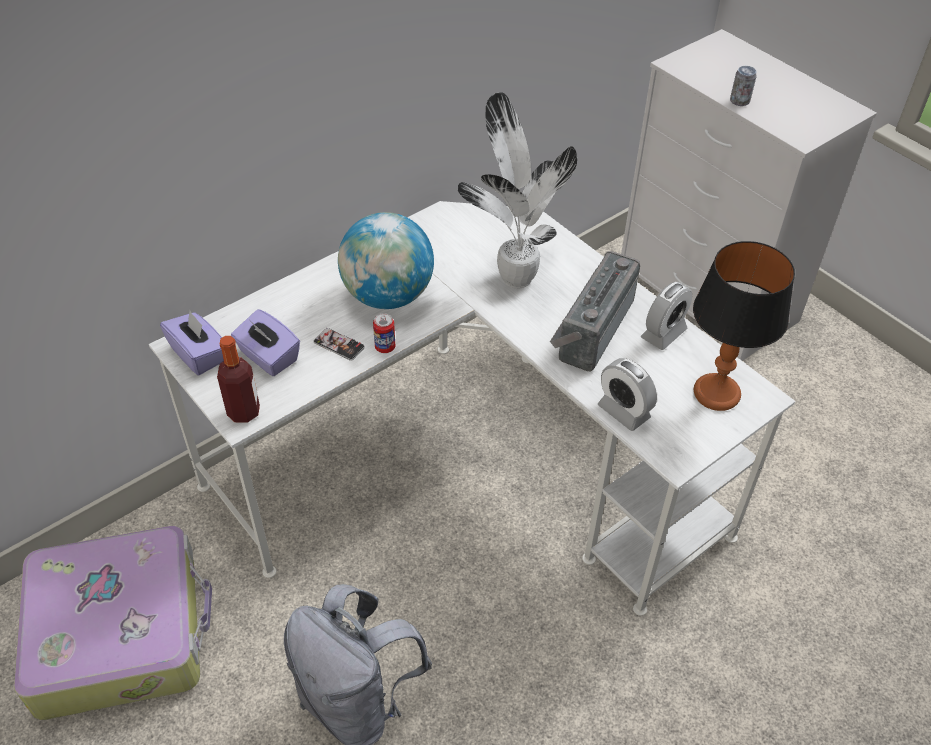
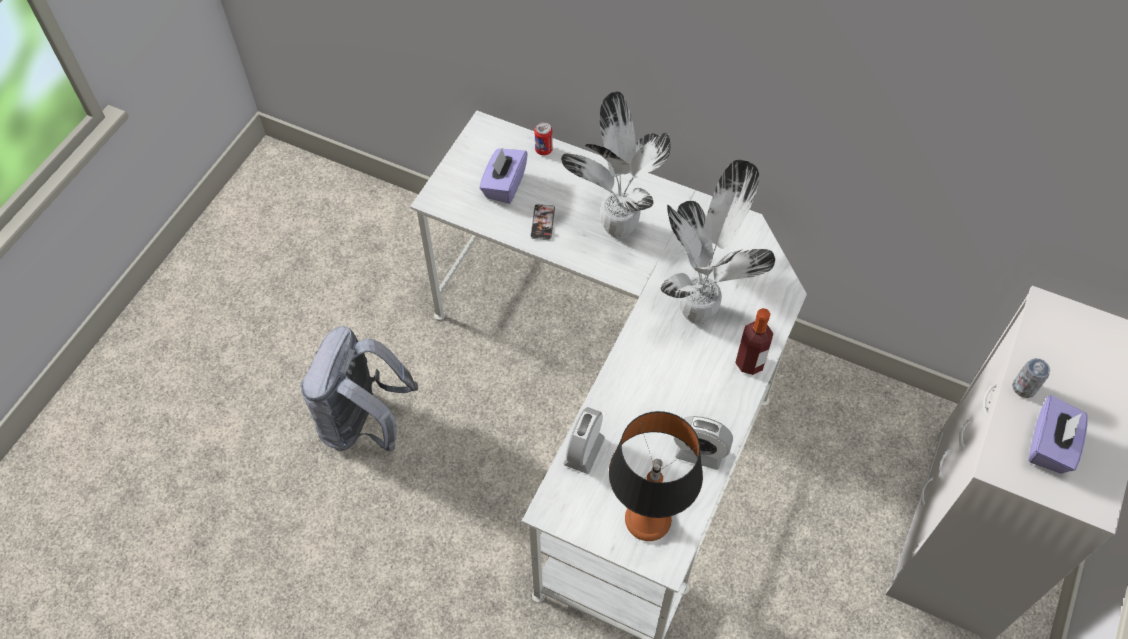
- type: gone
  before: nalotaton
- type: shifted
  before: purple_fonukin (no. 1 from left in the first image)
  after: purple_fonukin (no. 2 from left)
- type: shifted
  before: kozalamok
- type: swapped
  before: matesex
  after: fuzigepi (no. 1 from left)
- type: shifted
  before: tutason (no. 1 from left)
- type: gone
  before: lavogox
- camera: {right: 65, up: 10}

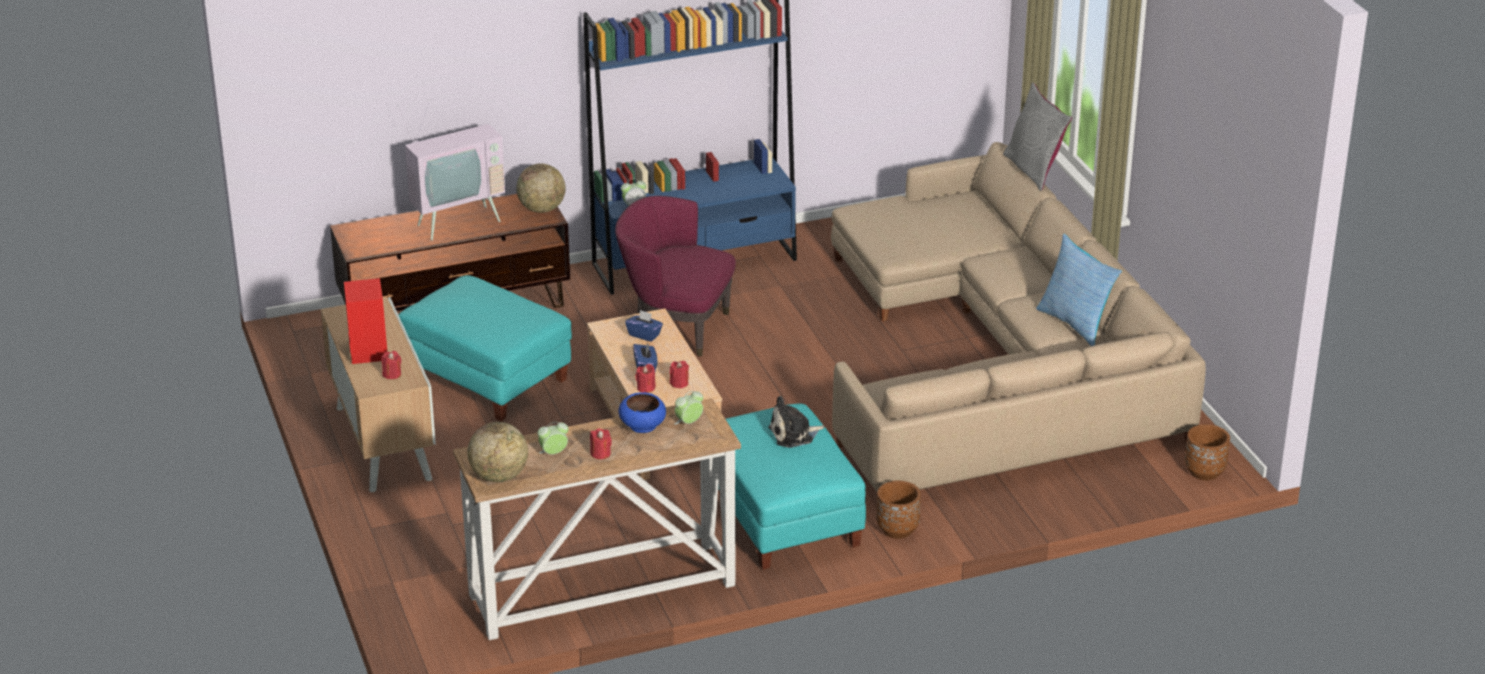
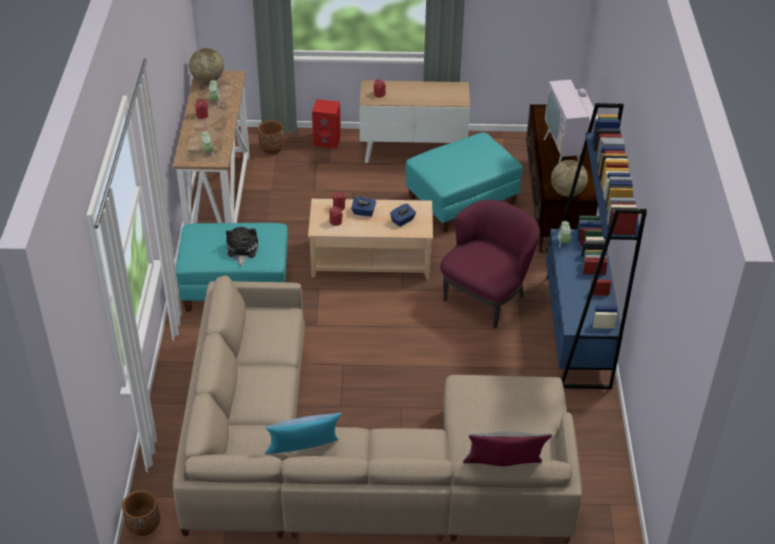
- type: shifted
  before: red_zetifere
- type: gone
  before: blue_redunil
- type: shifted
  before: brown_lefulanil (no. 1 from left in the first image)
  after: brown_lefulanil (no. 2 from left)
- camera: {right: 110, up: 10}

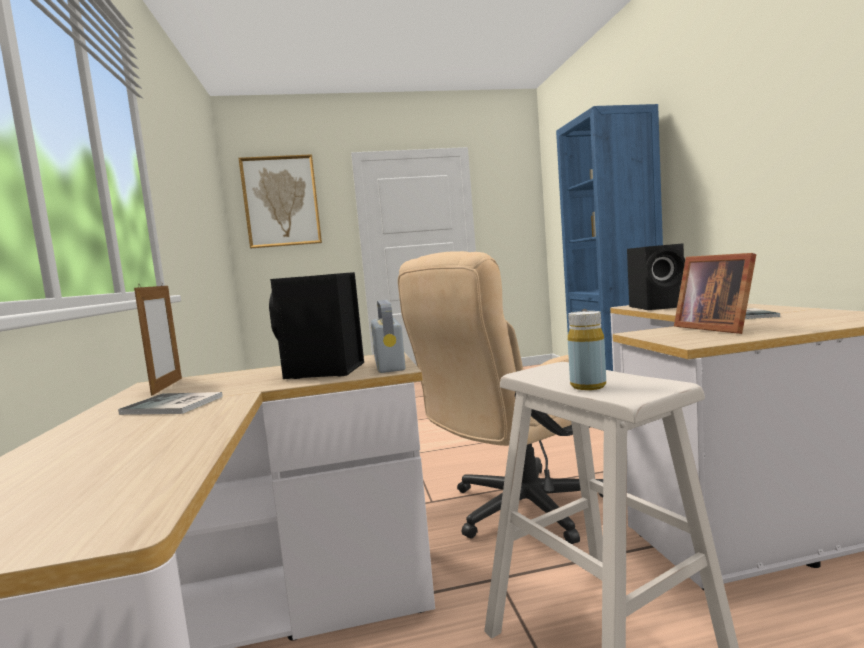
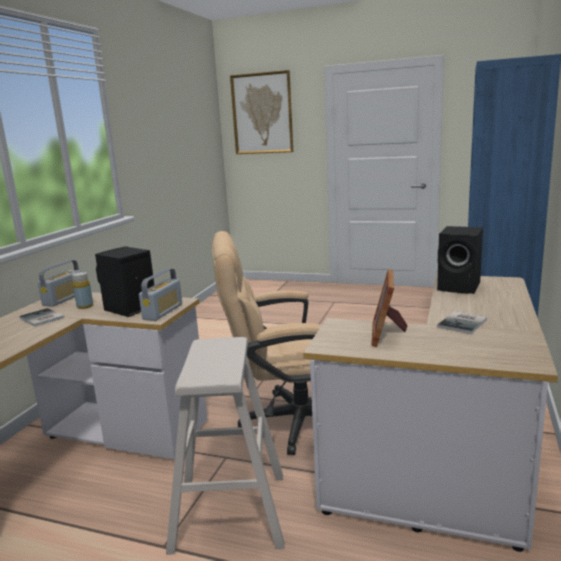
- type: swapped
  before: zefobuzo (no. 1 from left)
  after: lavogox (no. 1 from left)
- type: shifted
  before: yellow_kozalamok
- camera: {right: 30, up: 10}

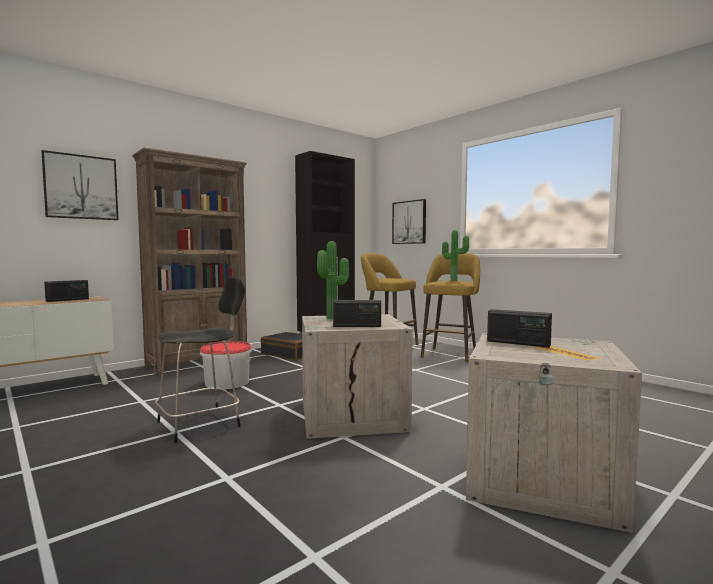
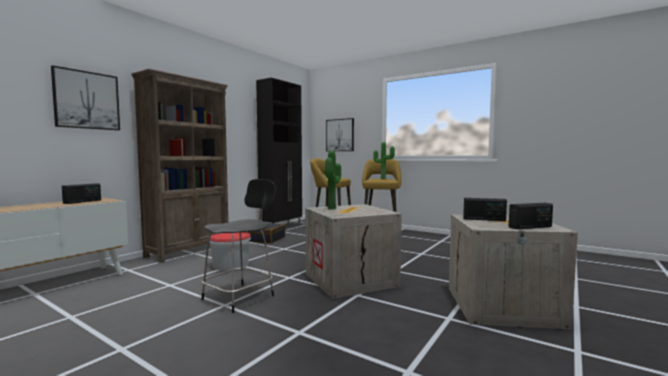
- type: shifted
  before: lavogox (no. 2 from left in the first image)
  after: lavogox (no. 3 from left)
- camera: {right: -15, up: 0}

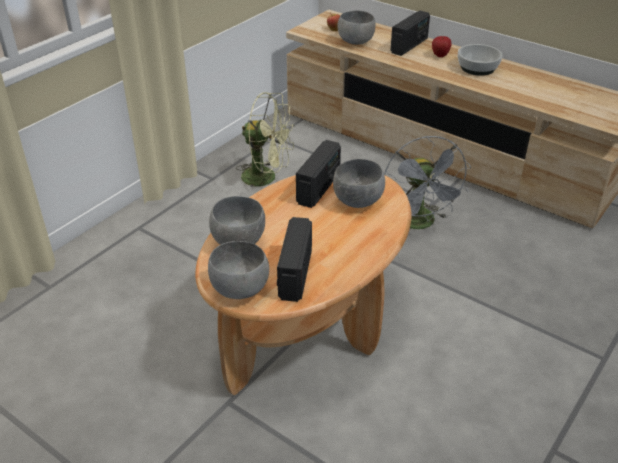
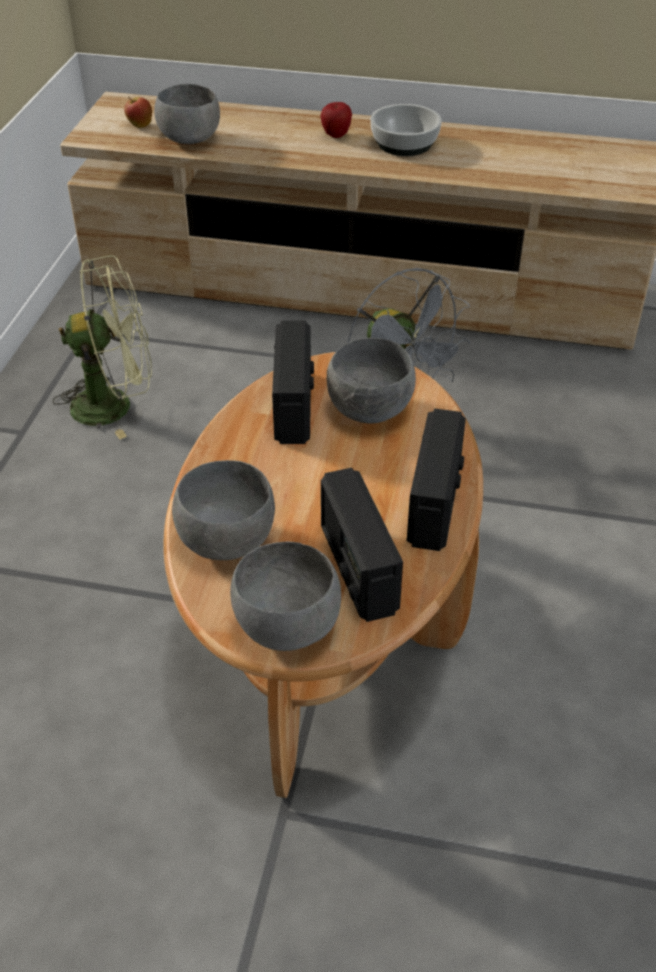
- type: shifted
  before: lavogox (no. 3 from left)
- camera: {right: -25, up: 5}

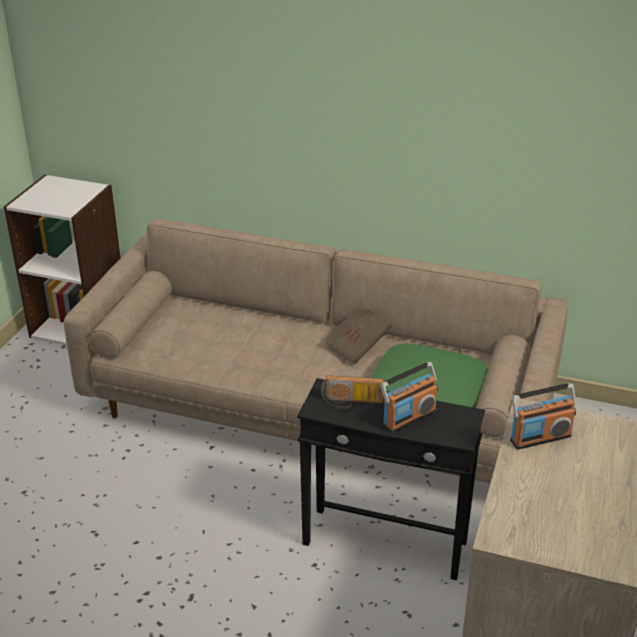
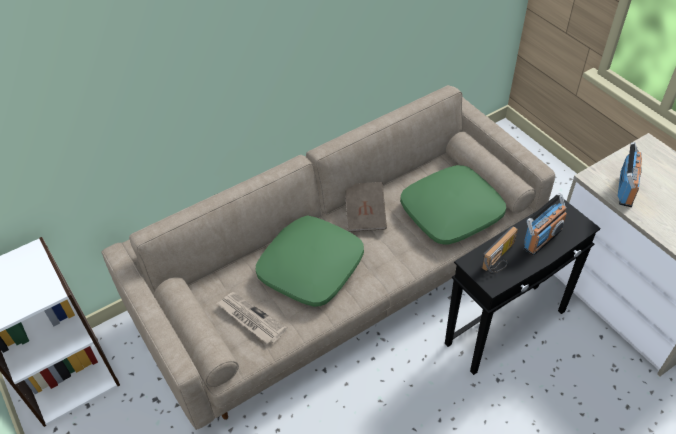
- type: rotated
  before: lavogox (no. 2 from left)
  turn: 45
- type: new
  after: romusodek
- type: new
  after: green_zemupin (no. 1 from left)
- camera: {right: -50, up: 15}

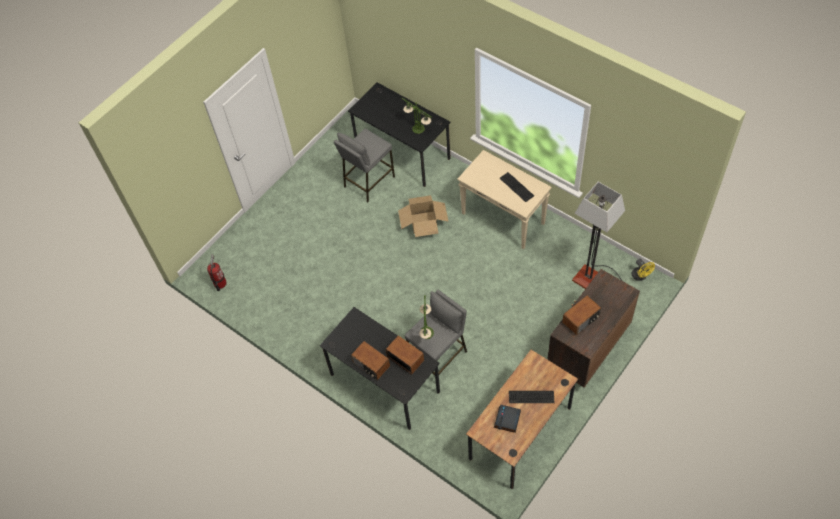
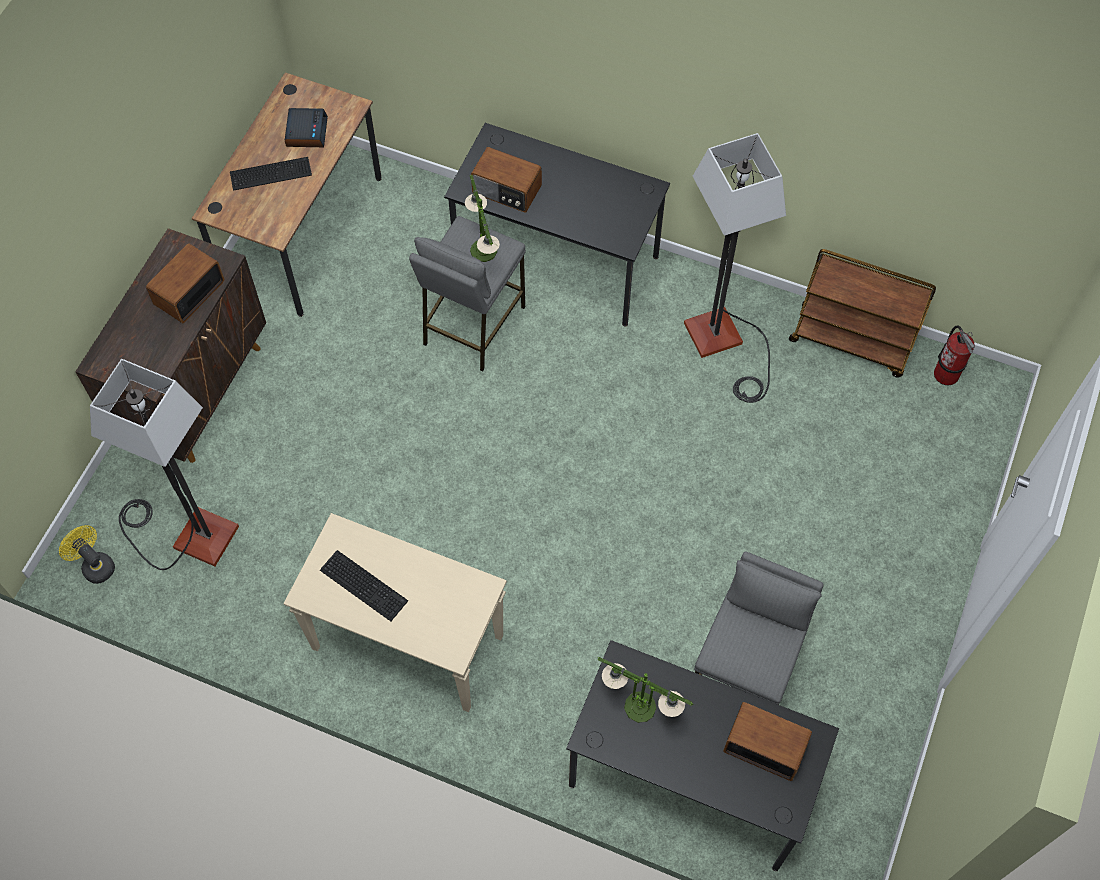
- type: shifted
  before: lavogox (no. 1 from left in the first image)
  after: lavogox (no. 3 from left)
- type: gone
  before: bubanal
- type: new
  after: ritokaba (no. 2 from left)
- type: new
  after: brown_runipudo
- camera: {right: 160, up: 5}

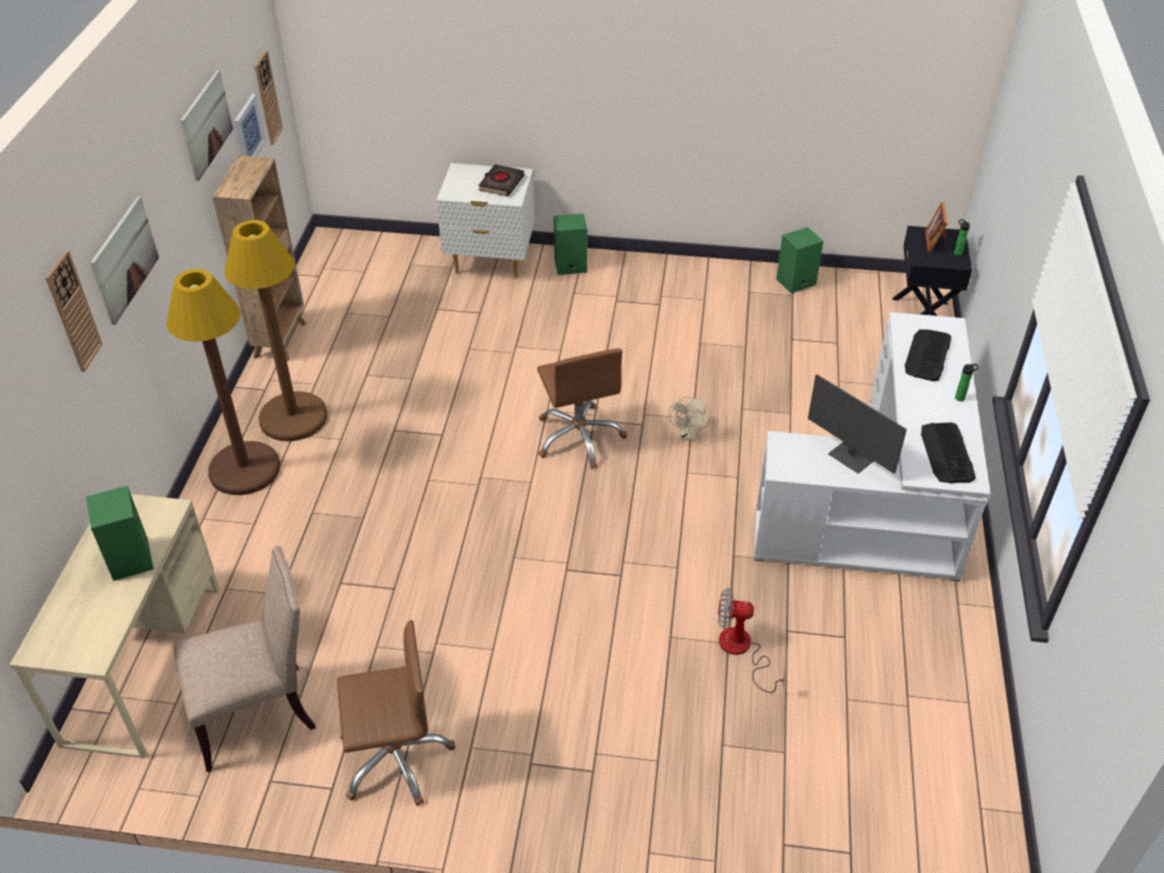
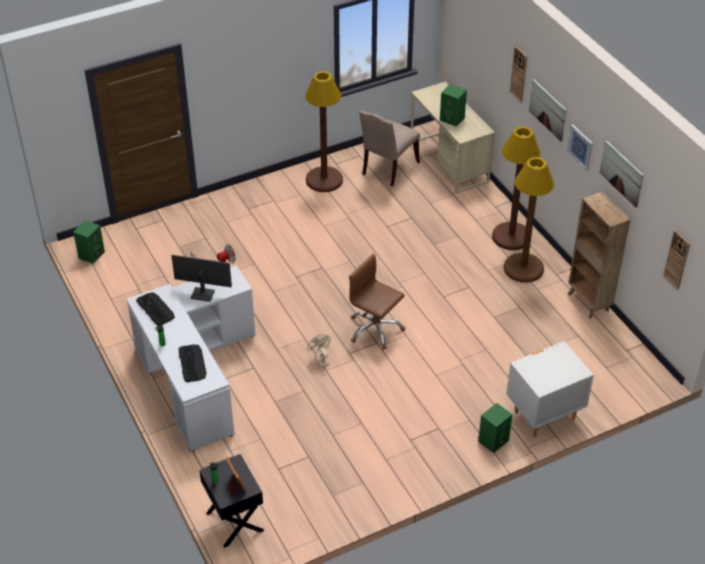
- type: shifted
  before: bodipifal (no. 3 from left in the first image)
  after: bodipifal (no. 2 from left)
- type: swapped
  before: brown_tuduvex (no. 1 from left)
  after: brown_ritokaba (no. 1 from left)
- type: gone
  before: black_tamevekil
- type: shifted
  before: green_zetifere (no. 3 from left in the first image)
  after: green_zetifere (no. 1 from left)
- camera: {right: 145, up: 0}

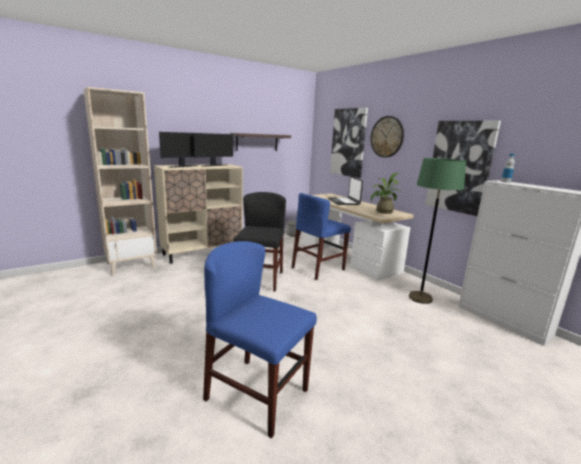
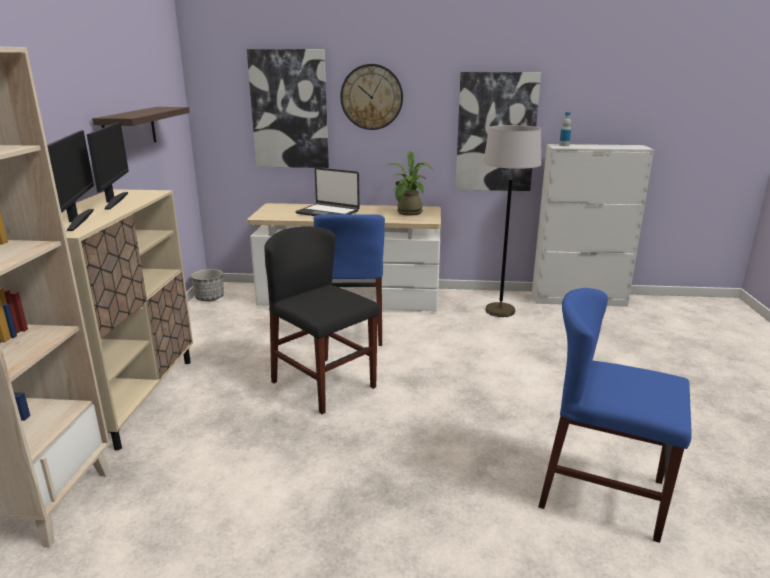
- type: rotated
  before: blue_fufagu (no. 1 from left in the first image)
  turn: 45
- type: repainted
  before: green_ritokaba
  after: grey_ritokaba
- camera: {right: -50, up: 5}

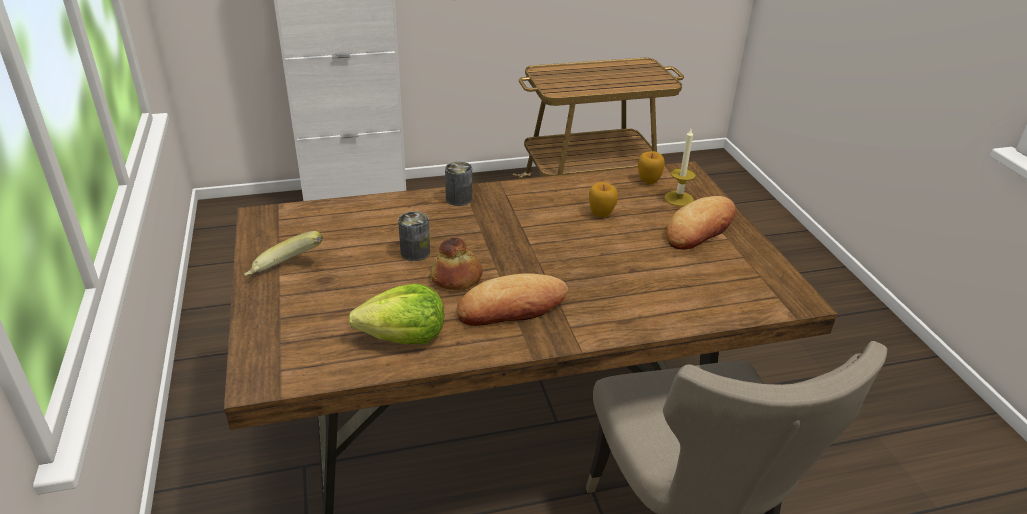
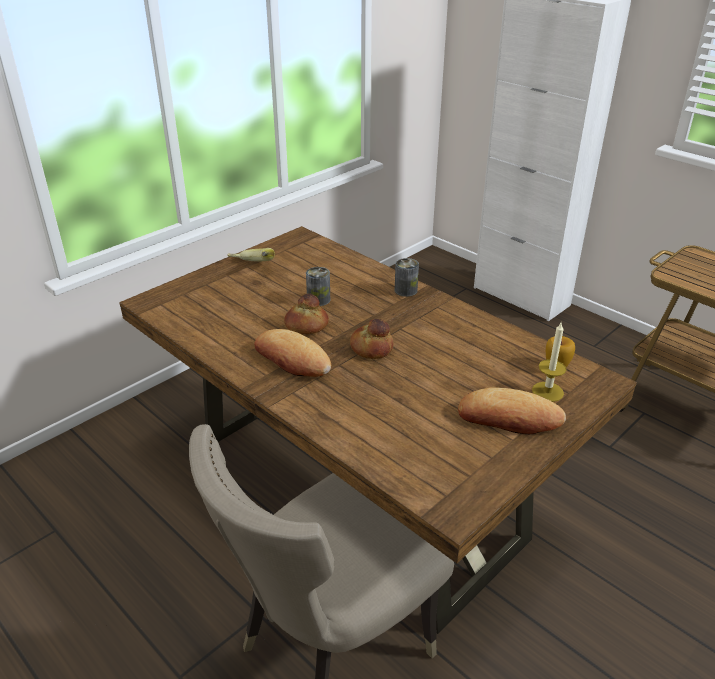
- type: gone
  before: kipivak
- type: gone
  before: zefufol (no. 1 from left)
- type: new
  after: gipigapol (no. 3 from left)
- camera: {right: 60, up: 0}

